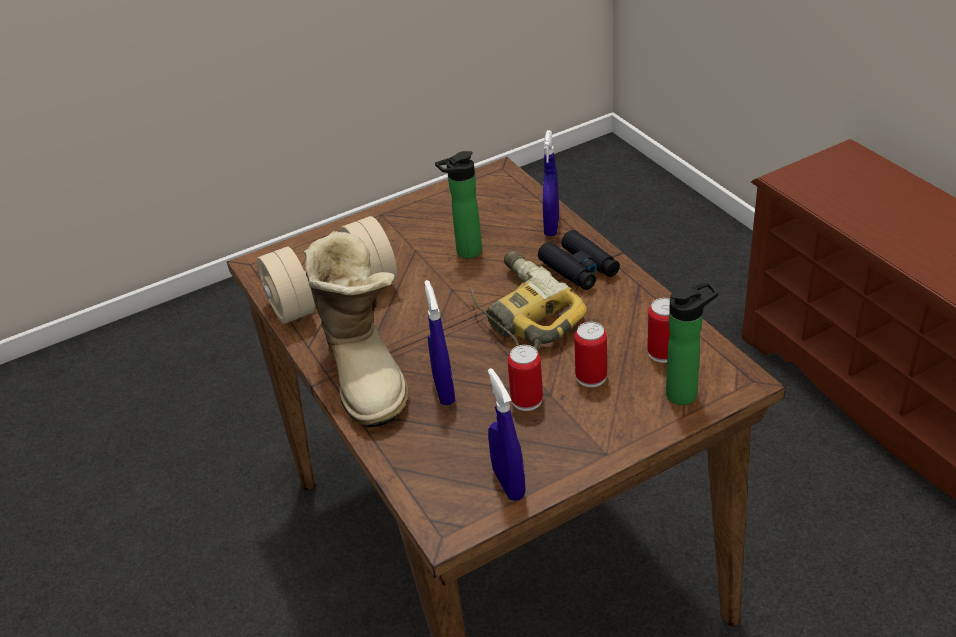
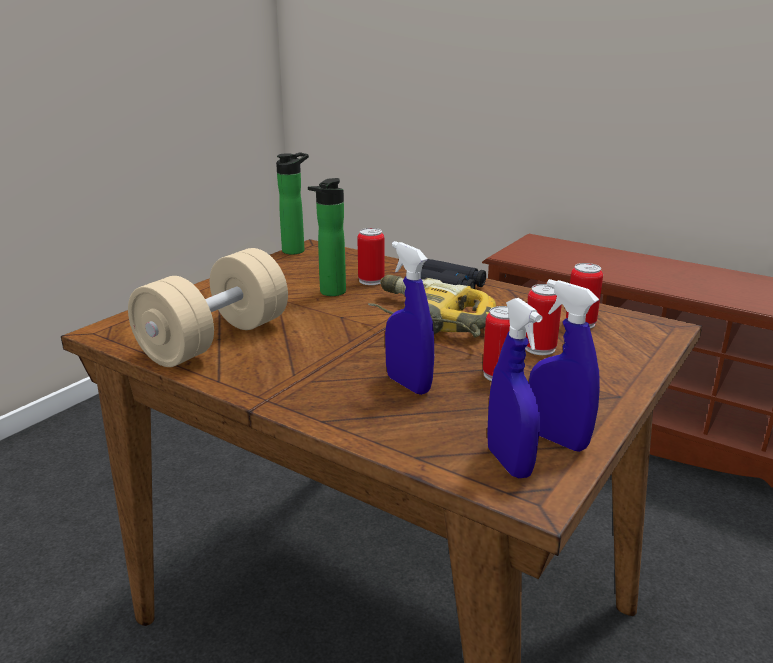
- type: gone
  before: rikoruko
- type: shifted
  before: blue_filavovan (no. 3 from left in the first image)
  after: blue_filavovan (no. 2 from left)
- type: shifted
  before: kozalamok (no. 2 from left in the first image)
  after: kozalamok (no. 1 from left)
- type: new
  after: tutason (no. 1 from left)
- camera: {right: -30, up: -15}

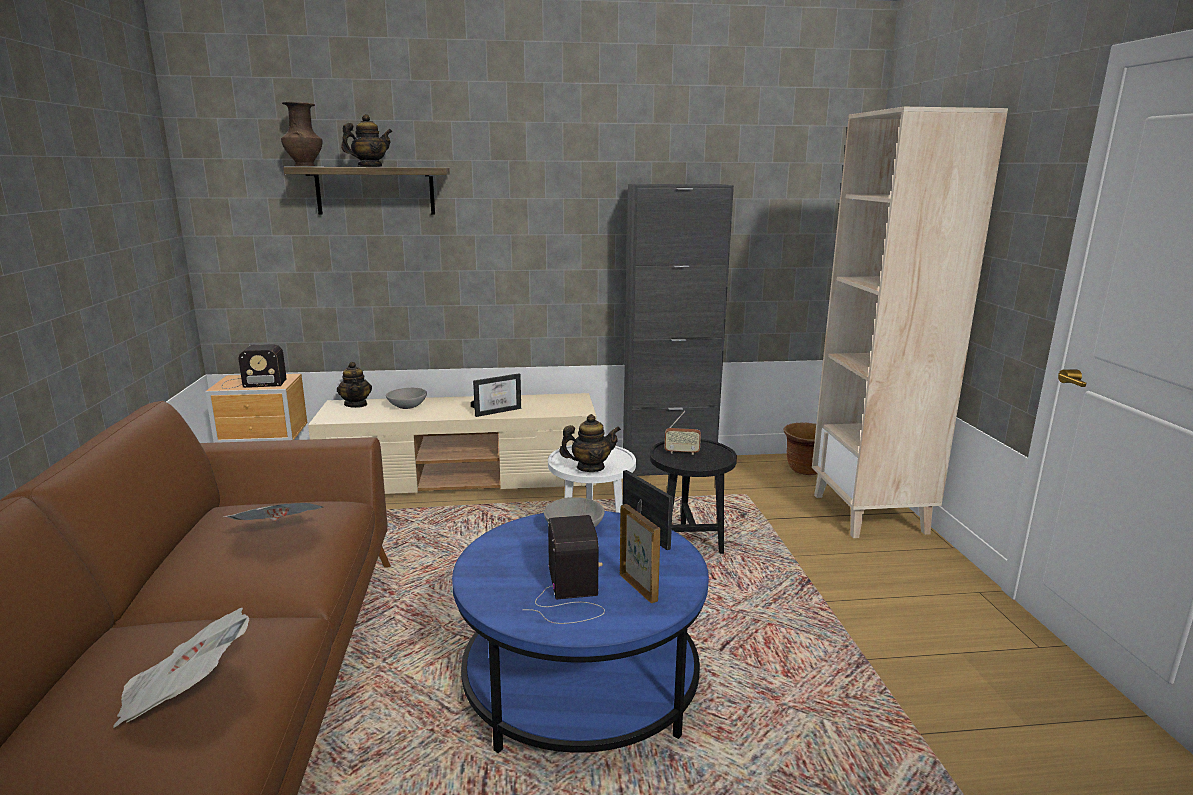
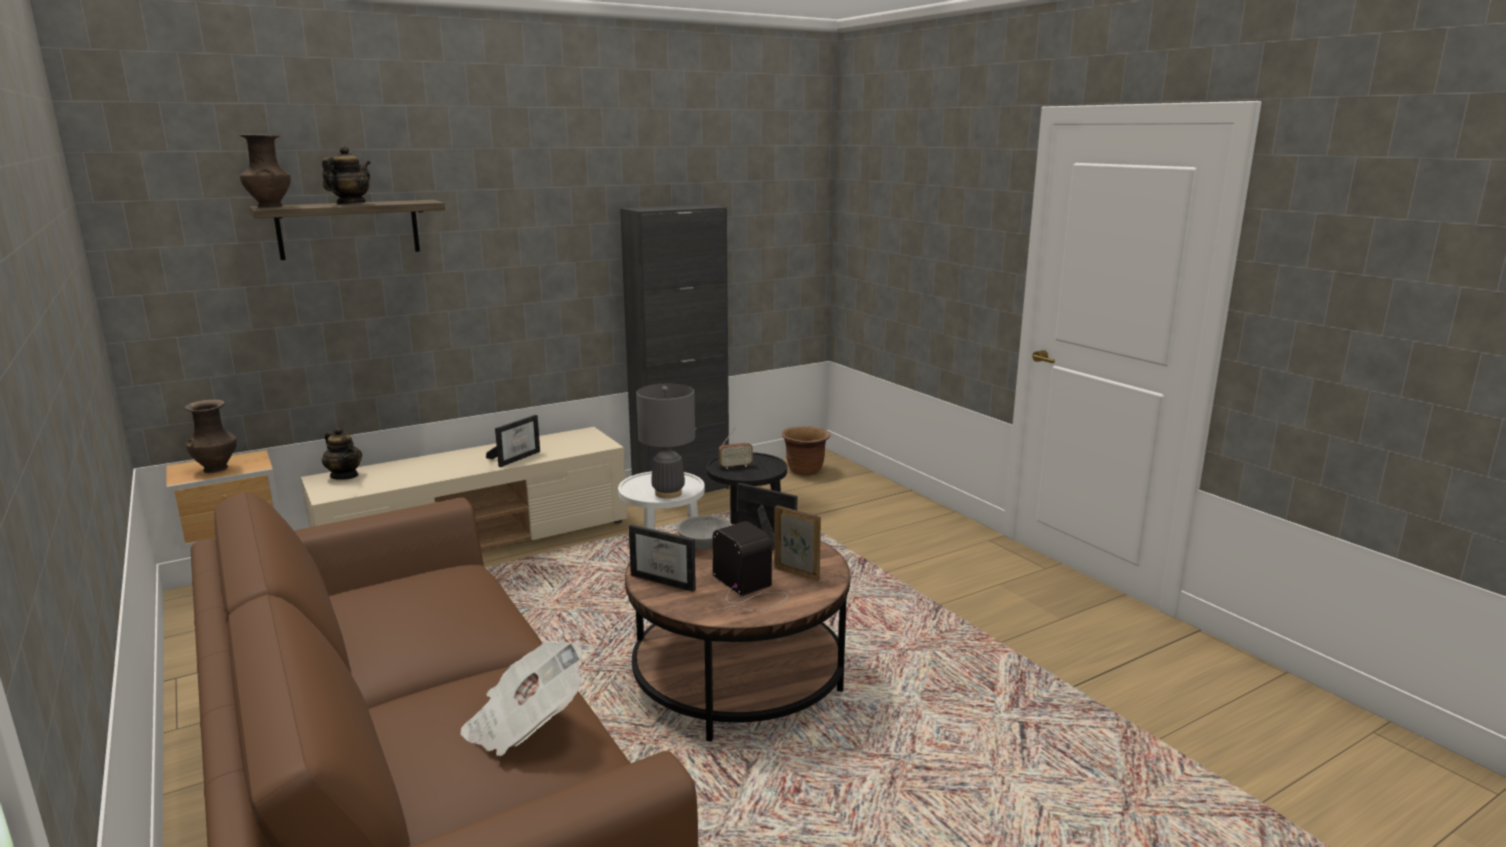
- type: swapped
  before: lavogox (no. 1 from left)
  after: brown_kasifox (no. 1 from left)
- type: gone
  before: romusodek (no. 2 from left)
- type: gone
  before: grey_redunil (no. 1 from left)
- type: repainted
  before: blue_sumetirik
  after: brown_sumetirik
- type: swapped
  before: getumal (no. 3 from left)
  after: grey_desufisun
- type: gone
  before: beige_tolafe
- type: new
  after: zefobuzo (no. 2 from left)
- camera: {right: -25, up: 0}

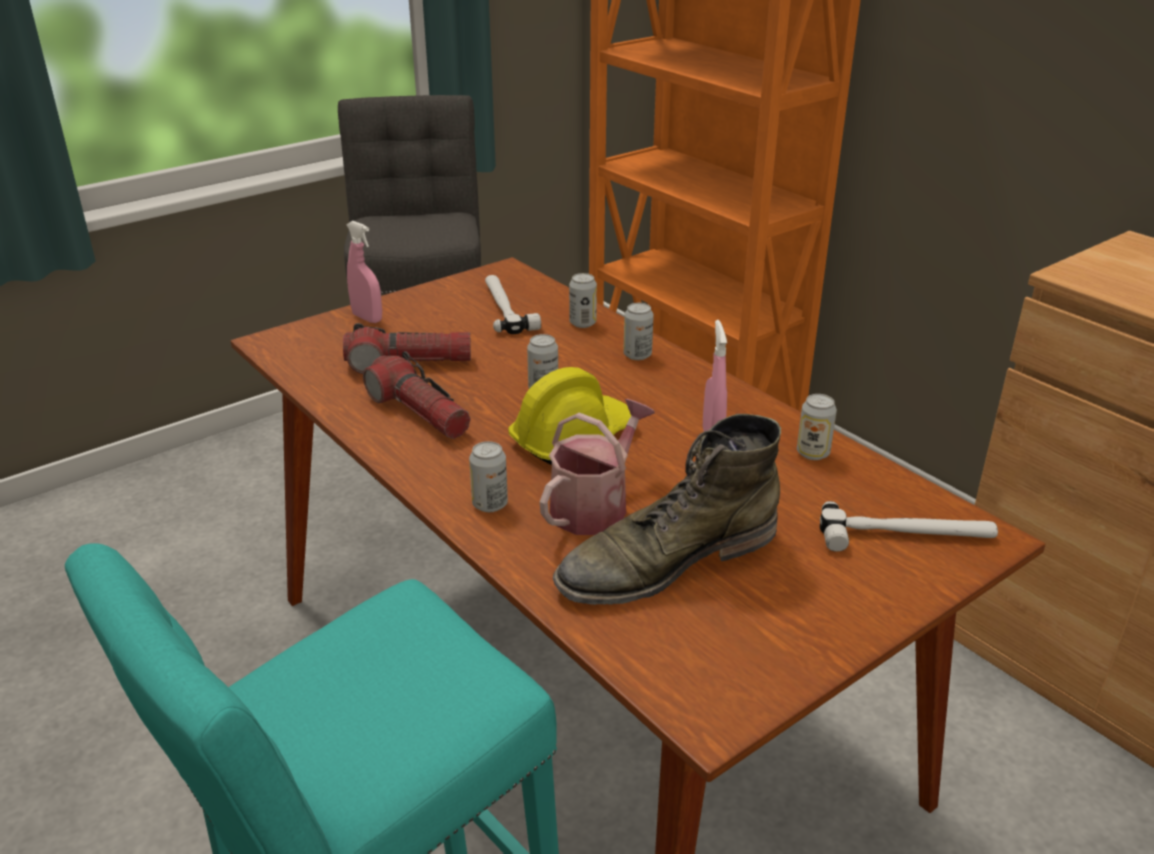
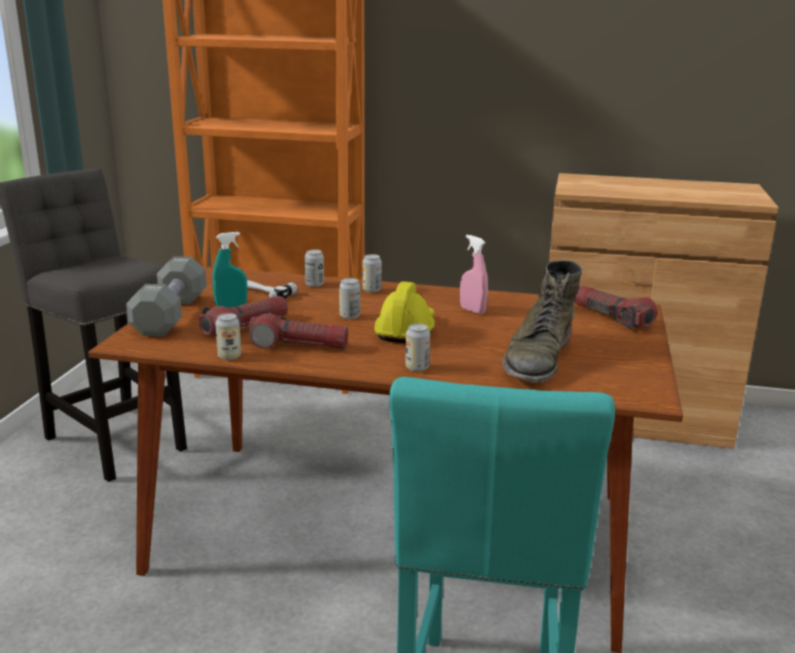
- type: swapped
  before: pink_filavovan (no. 1 from left)
  after: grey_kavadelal
- type: gone
  before: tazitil
- type: shifted
  before: tutason (no. 5 from left in the first image)
  after: tutason (no. 1 from left)
- type: swapped
  before: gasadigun (no. 2 from left)
  after: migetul (no. 3 from left)
- type: new
  after: turquoise_filavovan
- camera: {right: -40, up: -10}

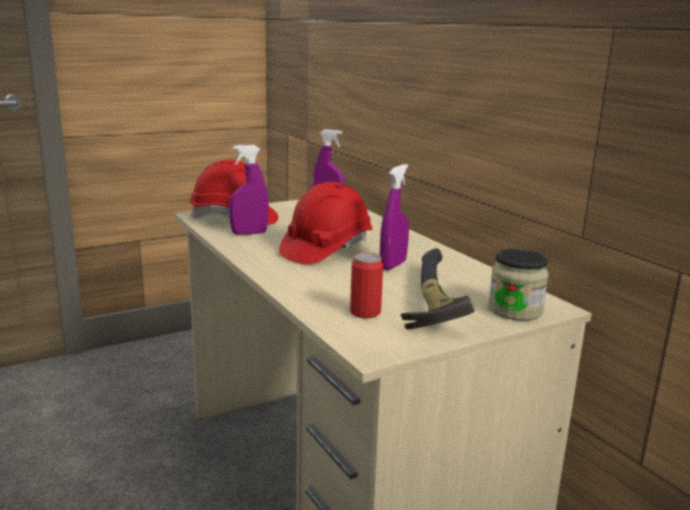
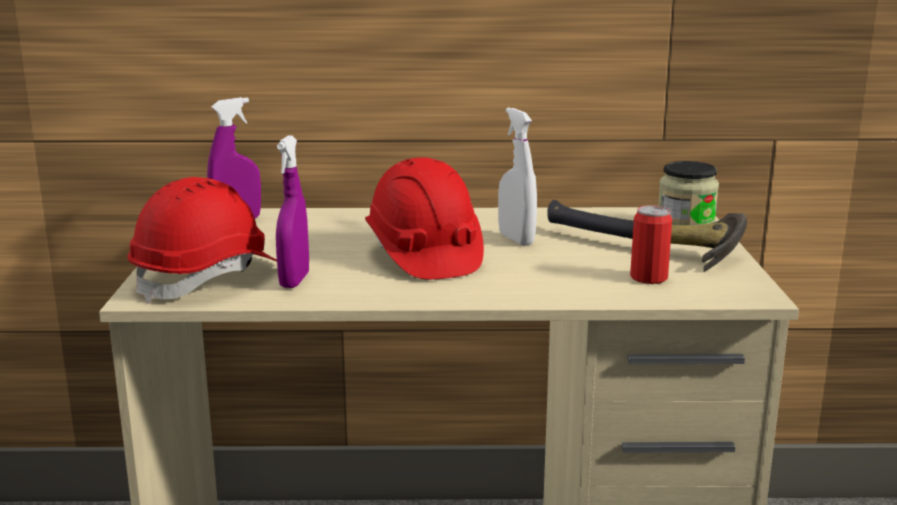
- type: repainted
  before: purple_filavovan (no. 3 from left)
  after: white_filavovan
- camera: {right: -60, up: 0}

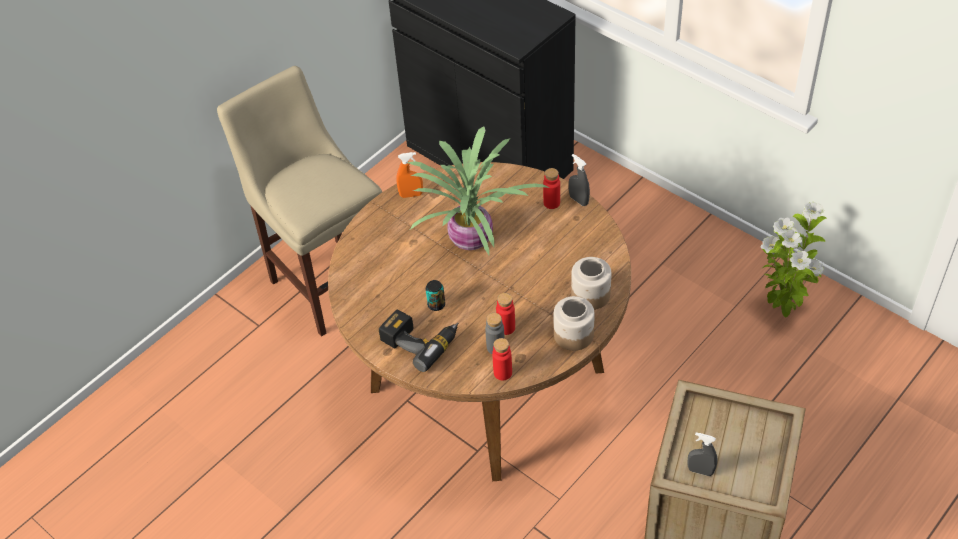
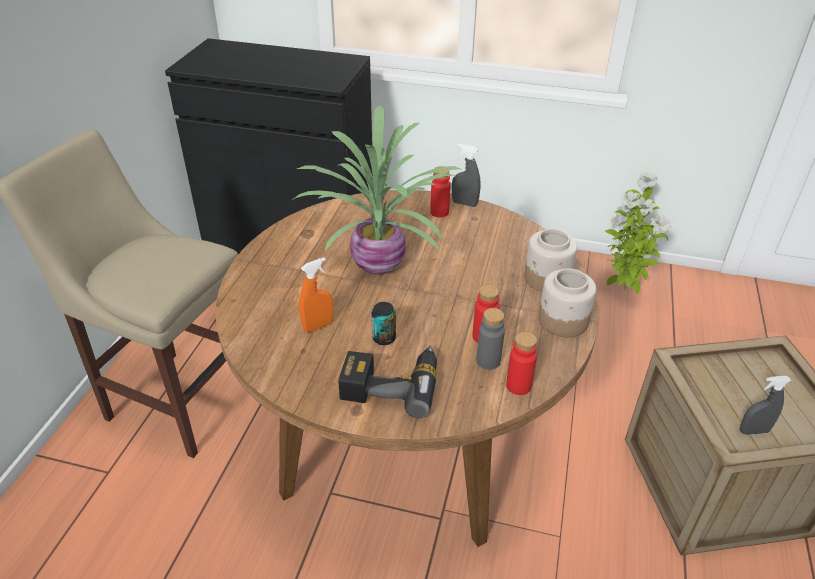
- type: shifted
  before: orange_filavovan
- camera: {right: -30, up: -10}

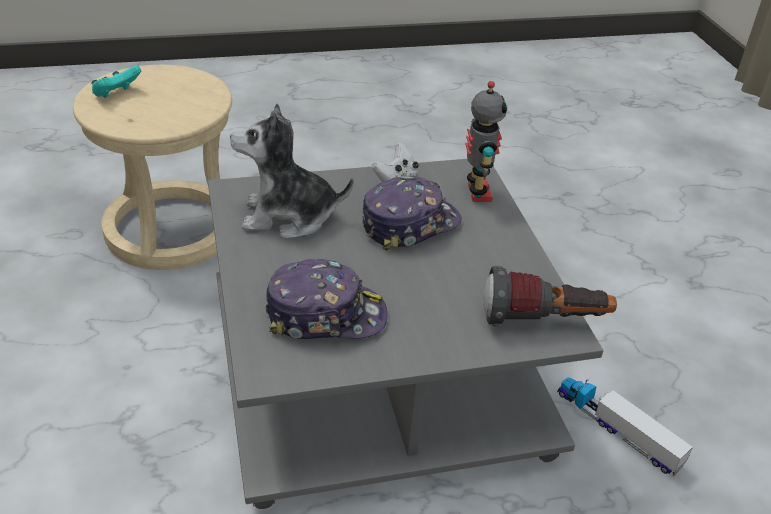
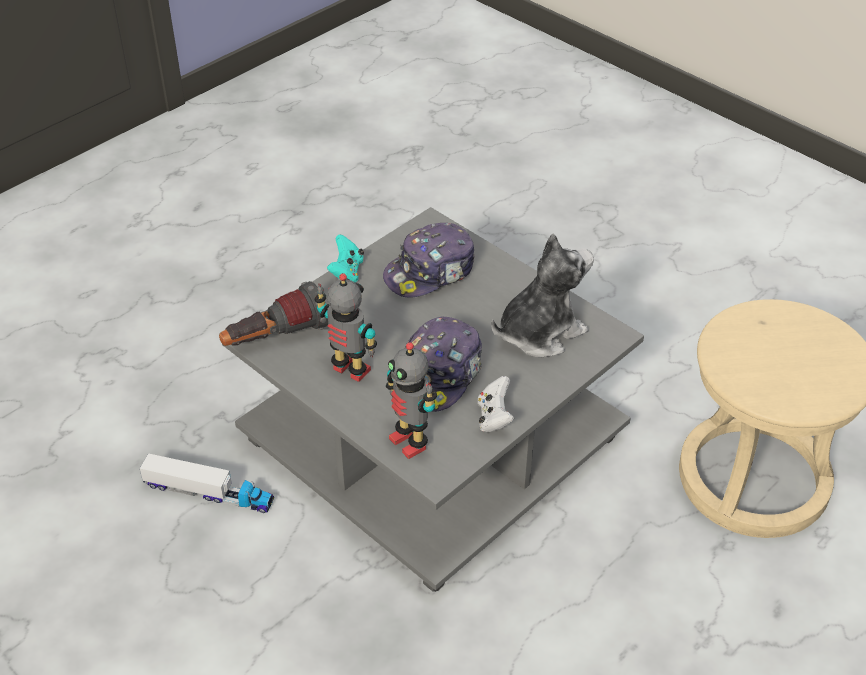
- type: shifted
  before: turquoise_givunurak
- type: new
  after: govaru (no. 1 from left)
- camera: {right: 150, up: 5}

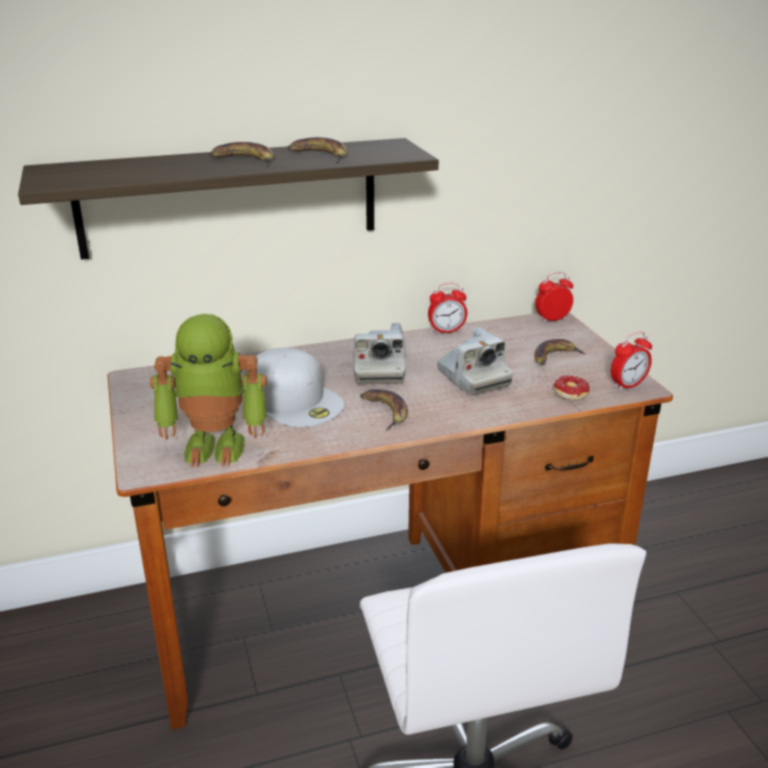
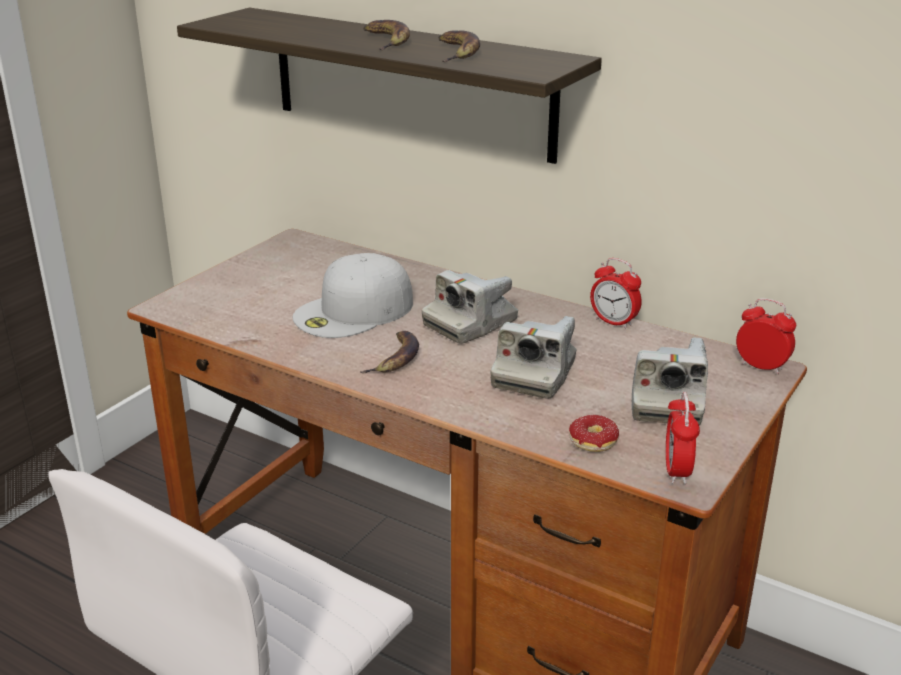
- type: gone
  before: govaru
- type: rotated
  before: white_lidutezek
  turn: 45
- type: swapped
  before: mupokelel (no. 4 from left)
  after: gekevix (no. 3 from left)
- type: rotated
  before: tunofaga (no. 3 from left in the first image)
  turn: 75
- camera: {right: 50, up: 0}

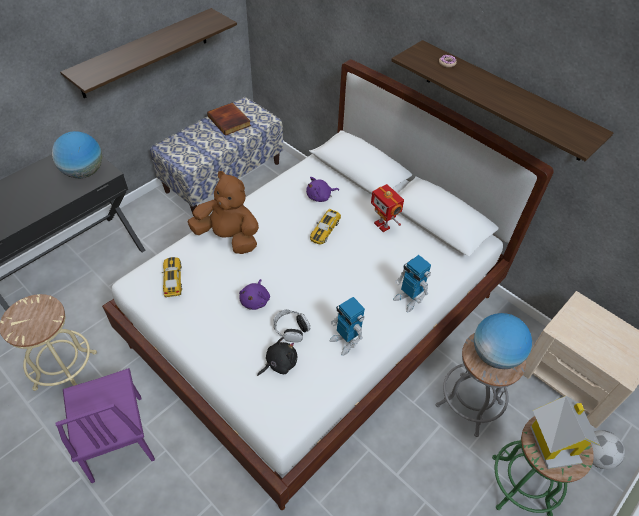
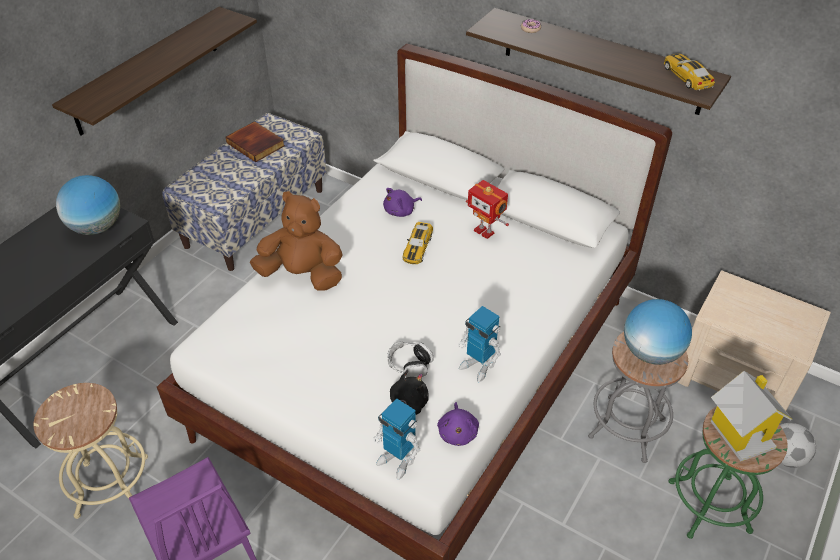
- type: shifted
  before: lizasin (no. 1 from left in the first image)
  after: lizasin (no. 2 from left)
- type: shifted
  before: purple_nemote (no. 1 from left in the first image)
  after: purple_nemote (no. 2 from left)
- type: shifted
  before: govaru (no. 3 from left in the first image)
  after: govaru (no. 1 from left)
- camera: {right: -10, up: -5}

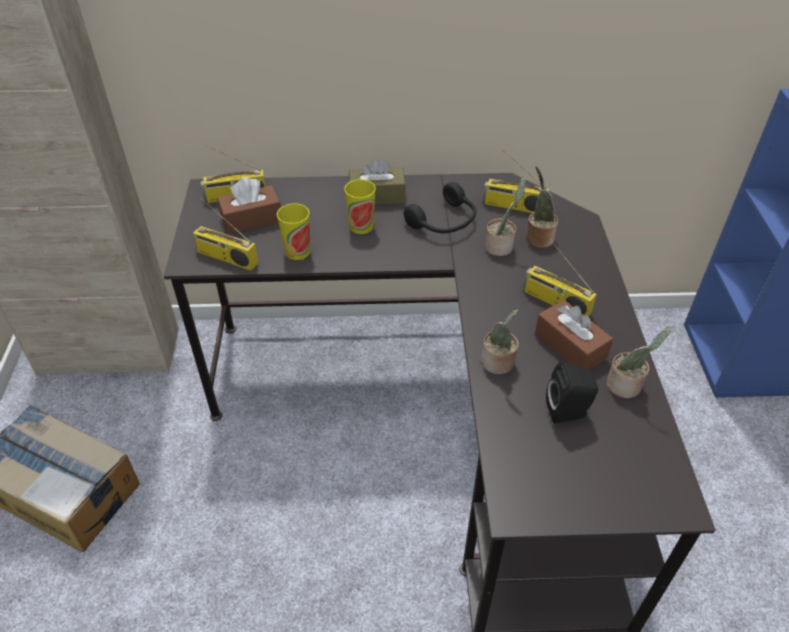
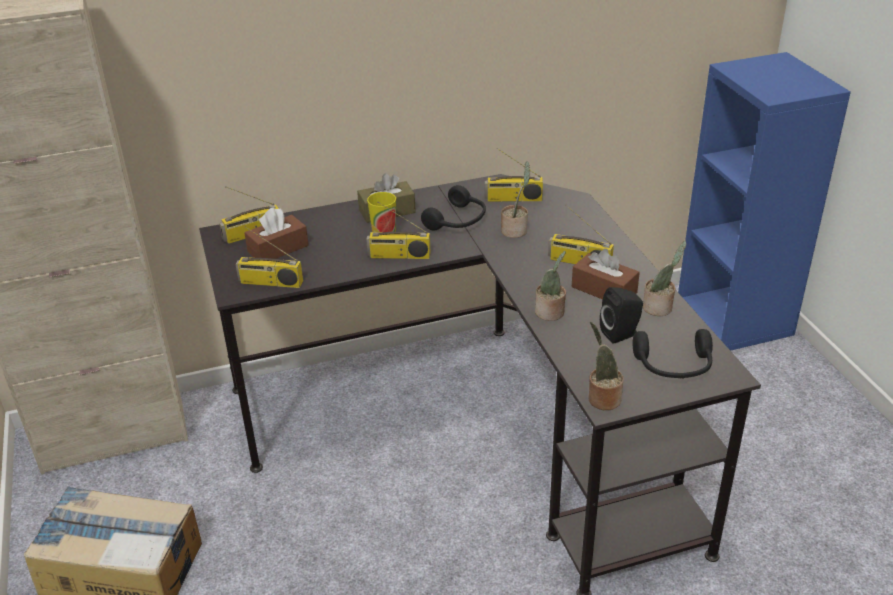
- type: gone
  before: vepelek (no. 1 from left)
- type: shifted
  before: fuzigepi (no. 3 from left)
- type: new
  after: lavogox (no. 3 from left)
- type: new
  after: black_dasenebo (no. 2 from left)
- camera: {right: -15, up: -10}

